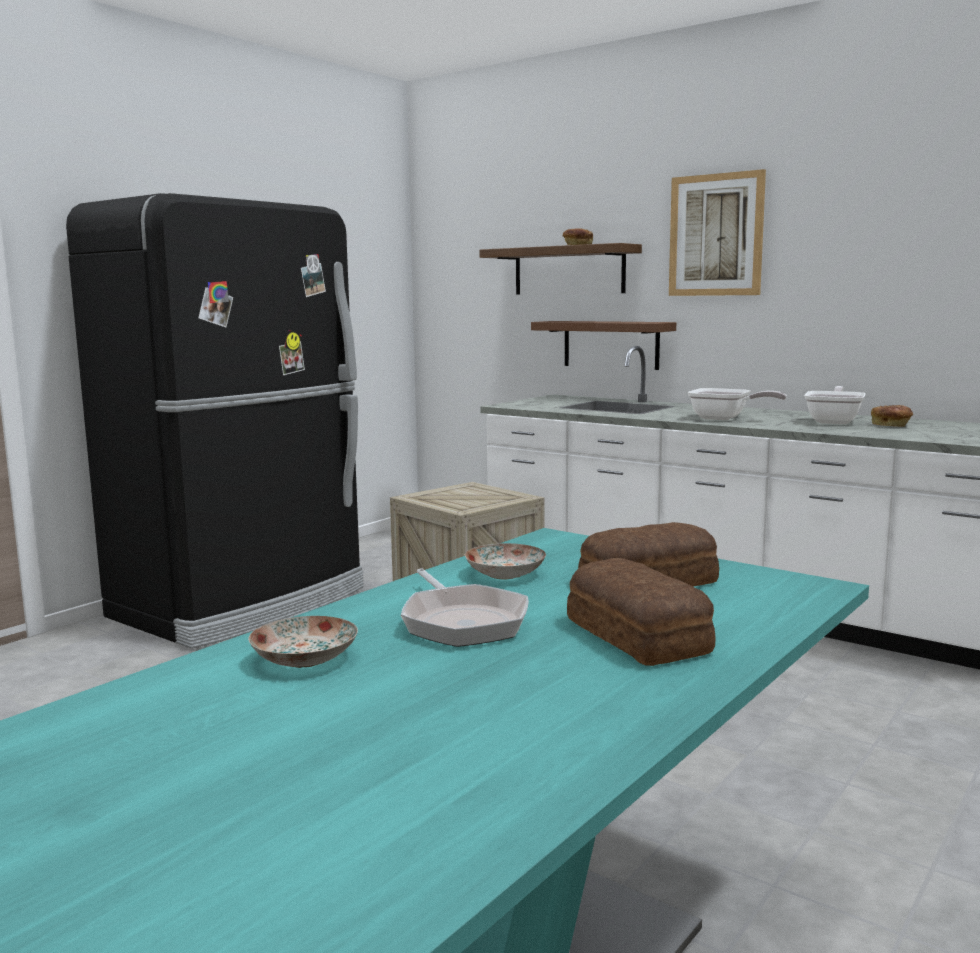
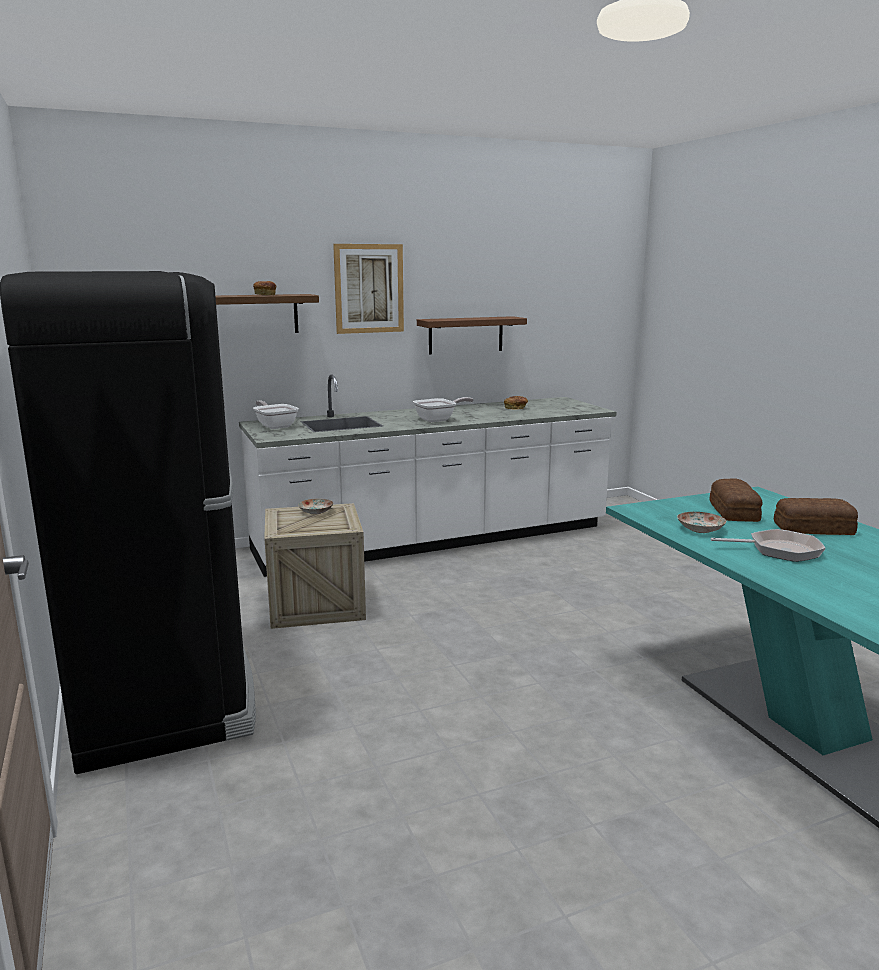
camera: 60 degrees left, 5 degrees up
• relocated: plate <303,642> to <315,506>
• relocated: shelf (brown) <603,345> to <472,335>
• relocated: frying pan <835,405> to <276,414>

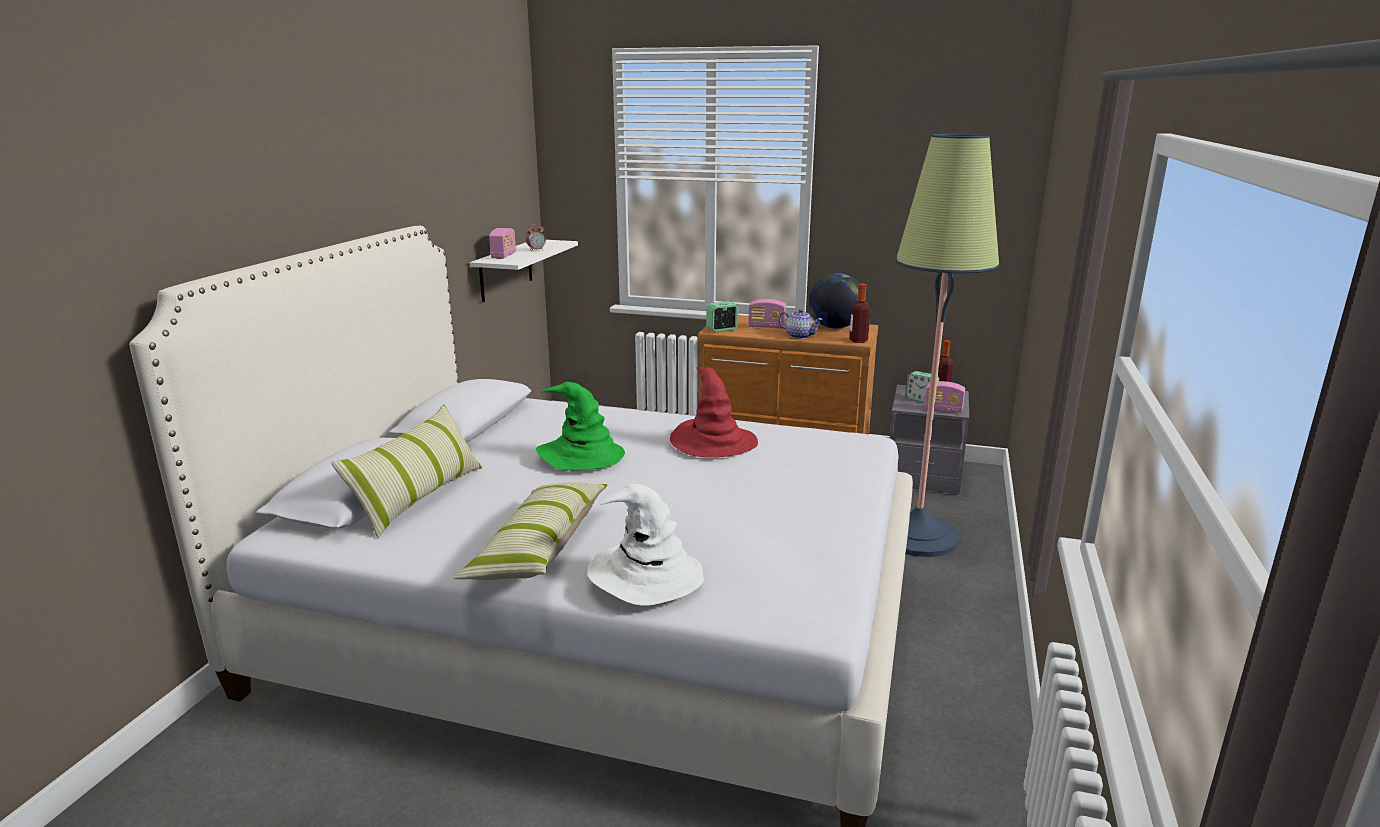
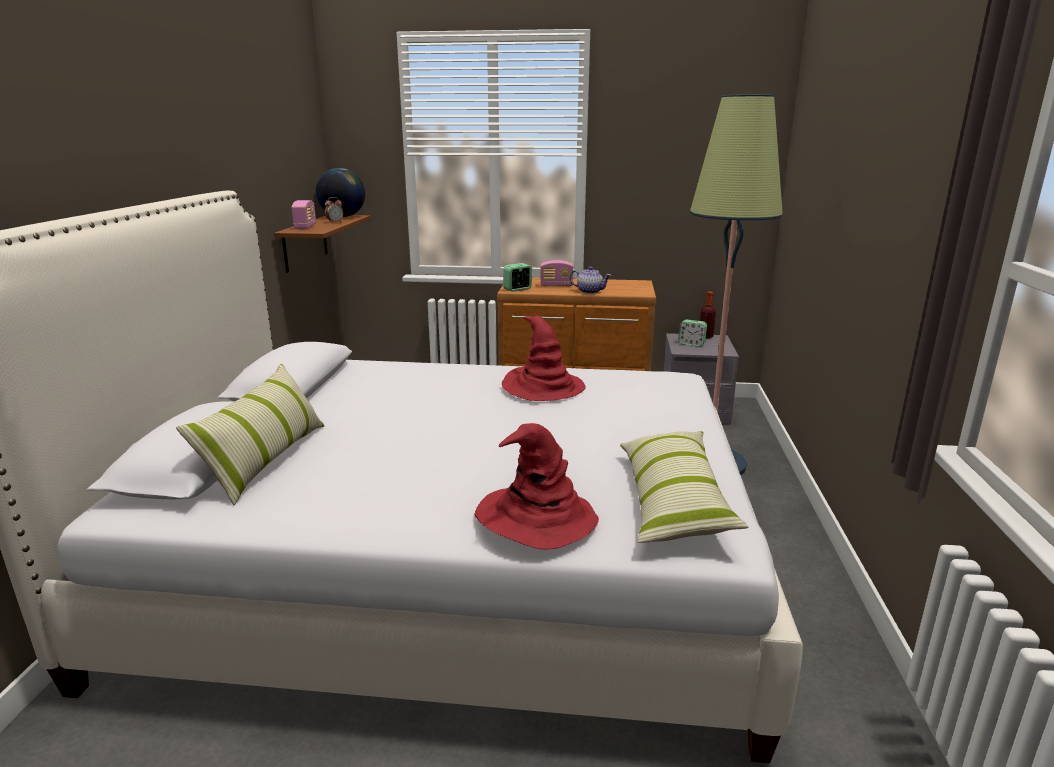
camera: 10 degrees left, 0 degrees up
• relocated: pillow <531,531> to <684,487>
• colour: shelf (white) <524,271> to shelf (brown) <322,244>
• missing: hat (green) <580,426>
• colour: hat (white) <645,545> to hat (red) <536,486>
• relocated: globe <834,301> to <340,192>
• missing: bottle <859,313>
• missing: radio <944,397>

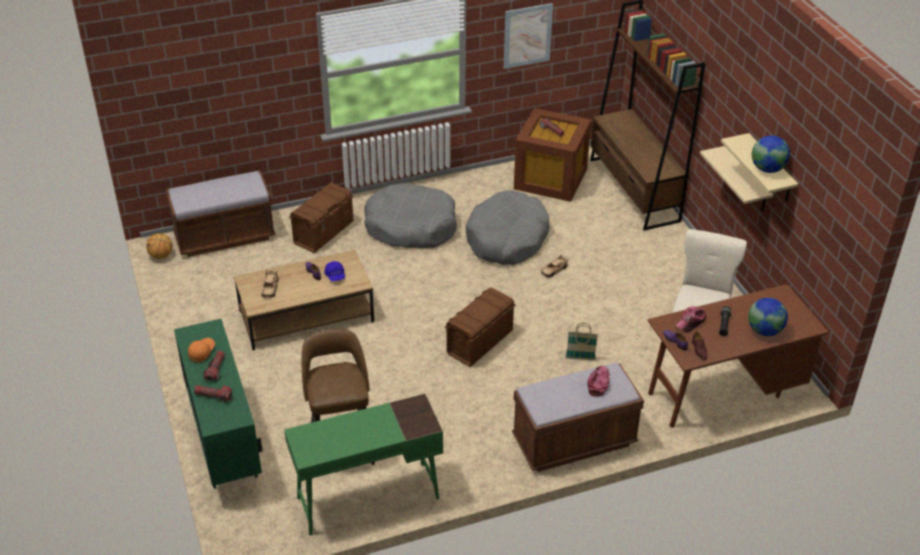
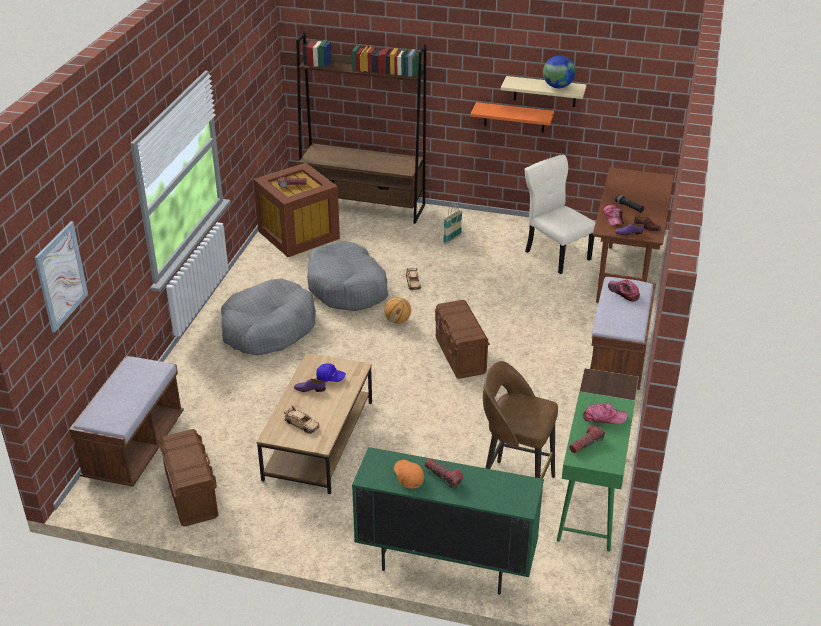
camera: 55 degrees left, 5 degrees down
• relocated: basketball <159,246> to <397,310>
• relocated: flashlight <213,394> to <587,439>
• relocated: storage box (brown) <321,218> to <188,478>
• relocated: picture <528,36> to <61,277>
• relocated: basket <582,341> to <452,224>
• colour: shelf (beige) <736,179> to shelf (orange) <512,117>
• missing: globe <768,317>
• appeared: cap <605,413>

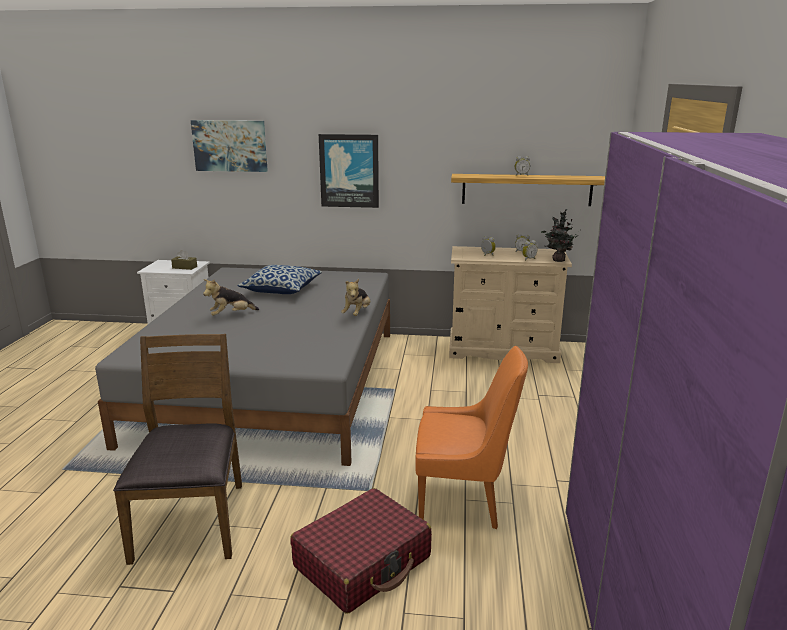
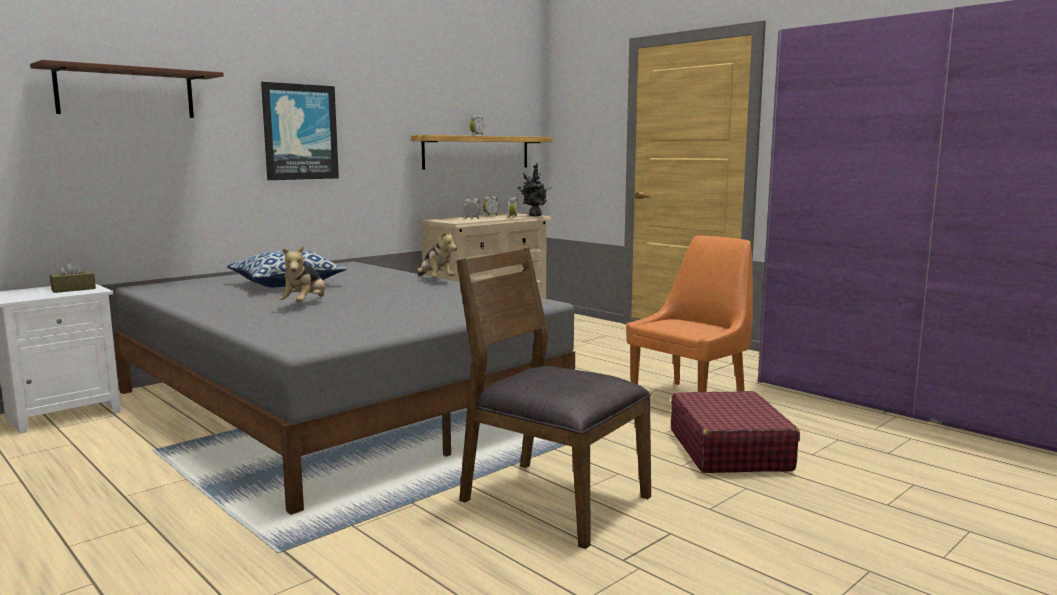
camera: 50 degrees left, 10 degrees down
• exchanged: picture <229,146> to shelf (brown) <127,89>

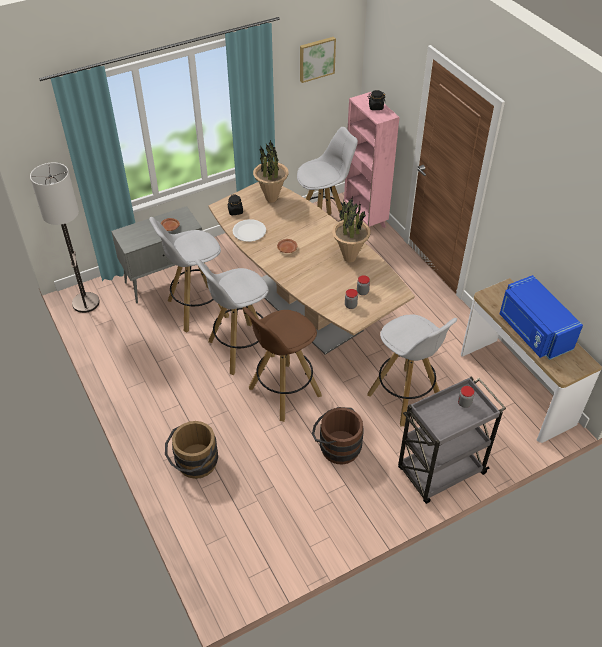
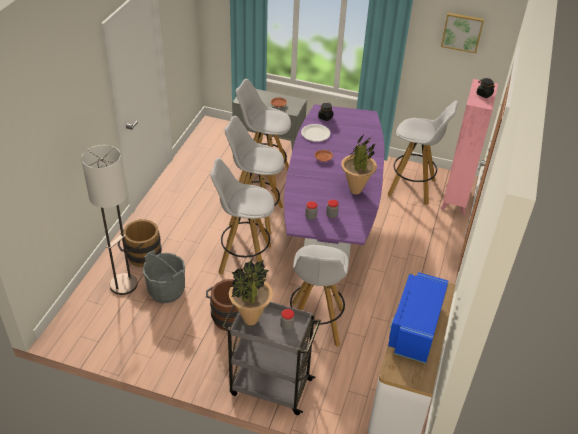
camera: 45 degrees right, 5 degrees down
• relocated: floor lamp <65,237> to <109,220>
• colour: dining table (brown) <311,268> to dining table (purple) <334,182>
• colour: stool (brown) <282,364> to stool (white) <242,218>
• relocated: potted plant <271,171> to <251,292>
• appeared: bucket (grey) <164,276>

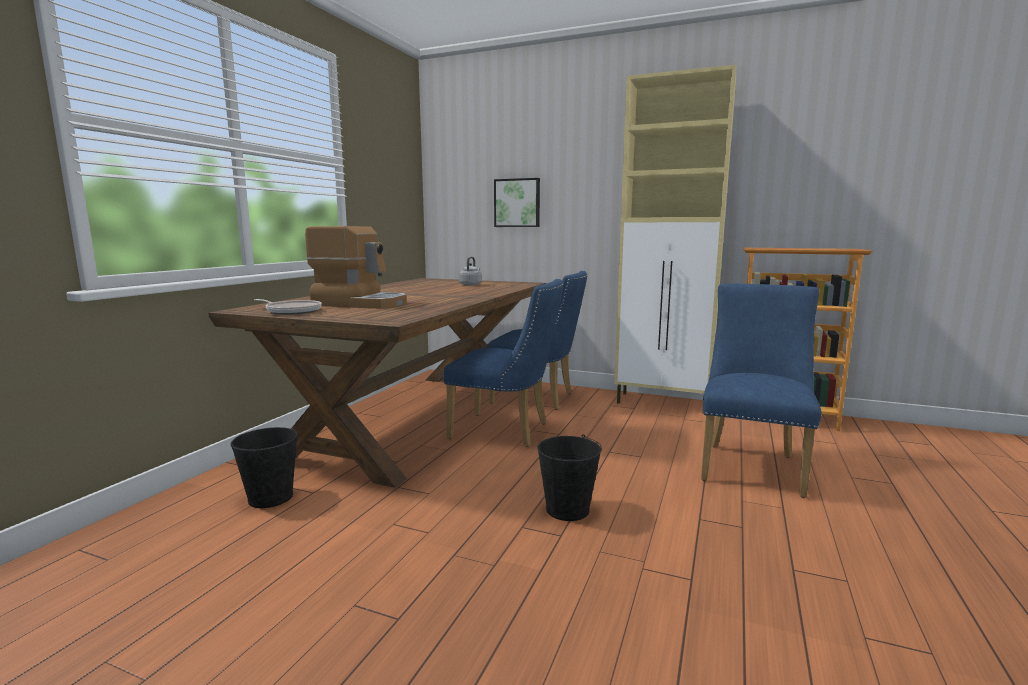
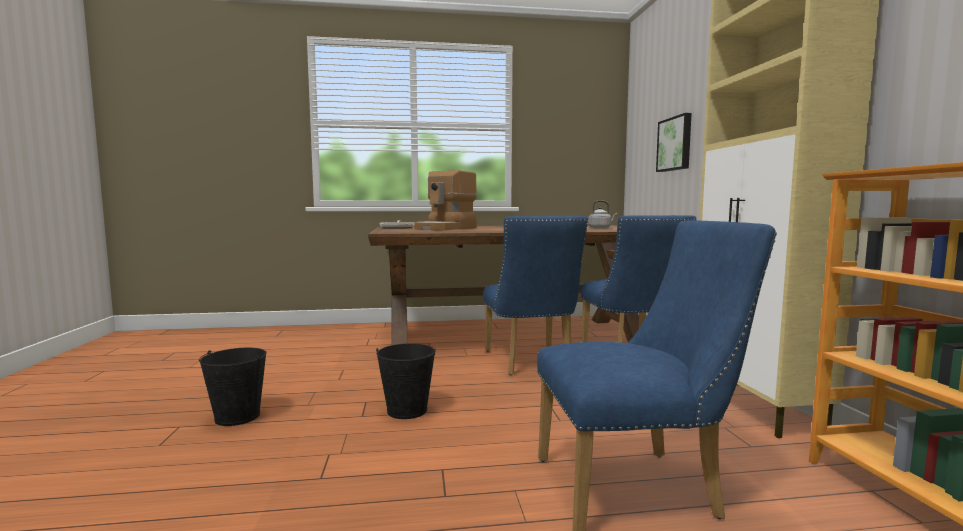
camera: 60 degrees right, 5 degrees down
• relocated: bucket (black) <264,467> to <232,387>
• spun: coffee machine <356,267> = <445,200> 45 degrees clockwise

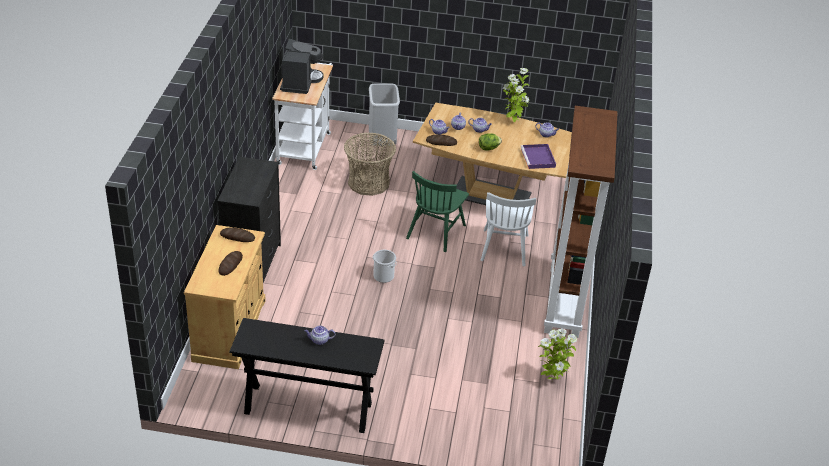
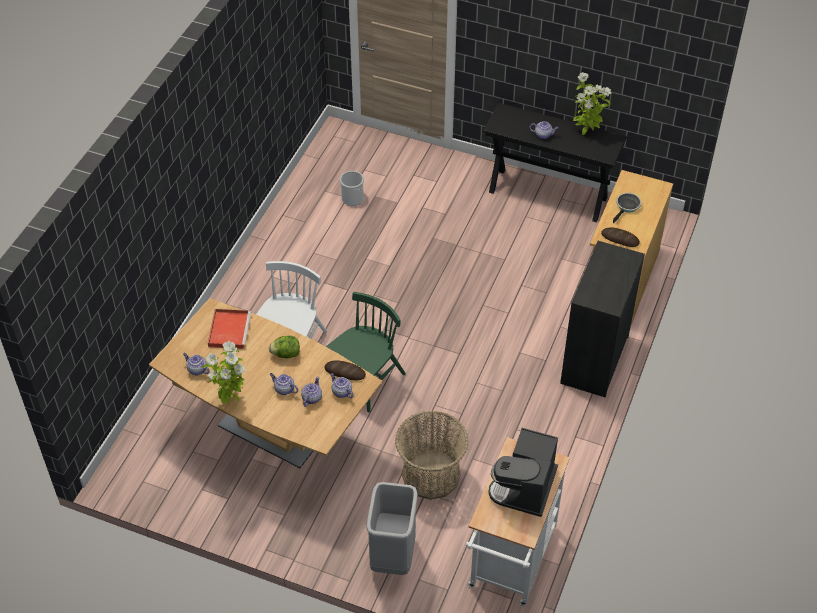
camera: 165 degrees left, 10 degrees up
• exchanged: bread <231,263> to frying pan <627,208>
• relocated: bucket <385,266> to <352,188>
• colour: tray (purple) <538,156> to tray (red) <229,329>
• relocated: potted plant <557,355> to <592,103>
• missing: bookcase (brown) <581,222>

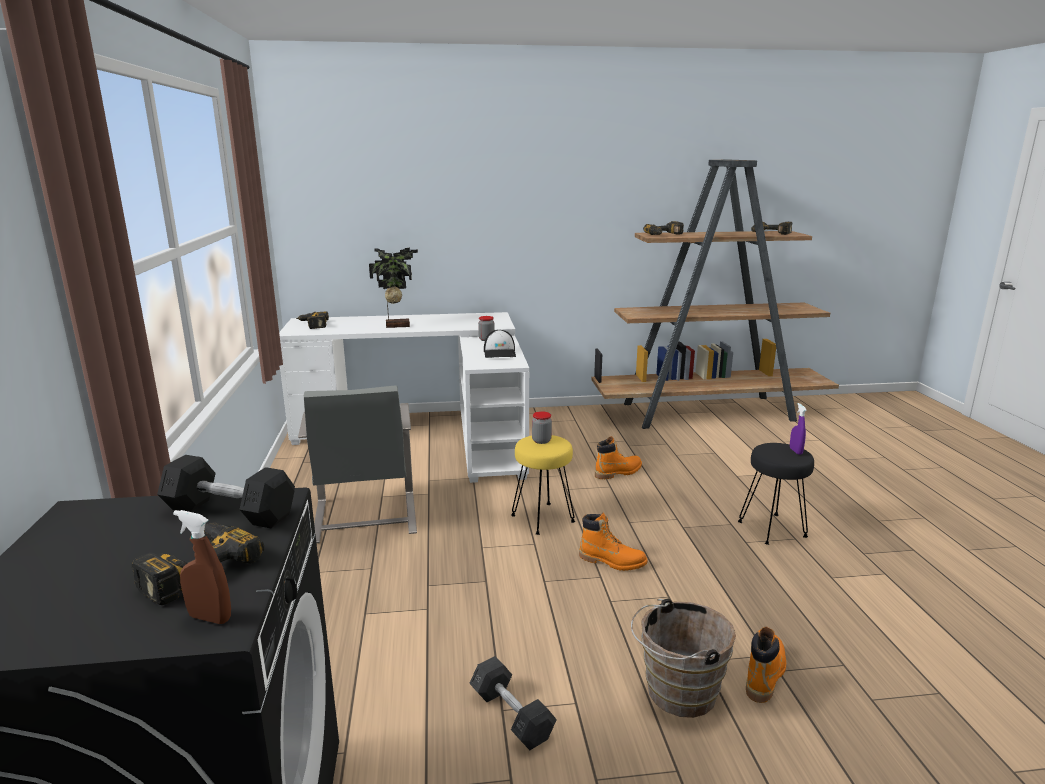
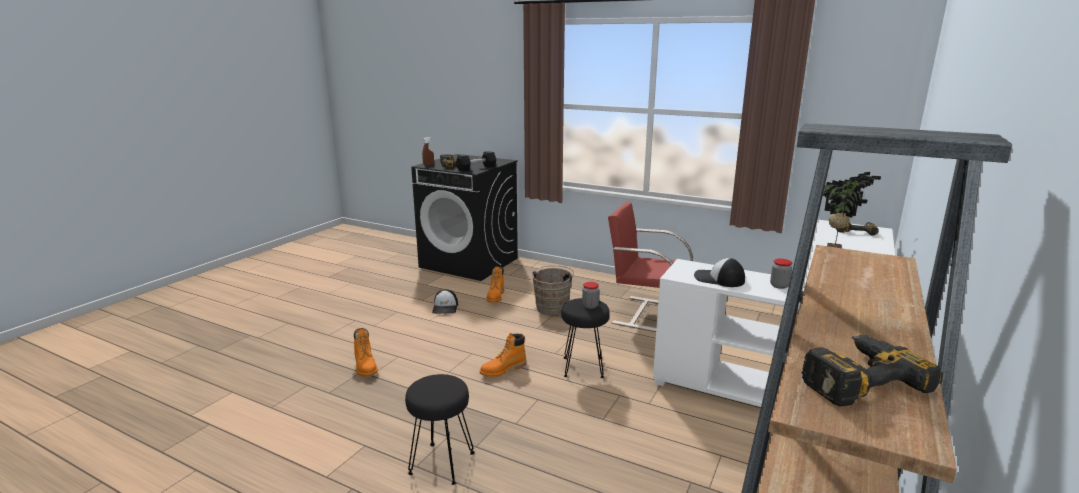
camera: 125 degrees right, 0 degrees up
• colour: chair (grey) <357,464> to chair (red) <650,267>
• exchanged: dumbbell (grey) <513,703> to cap <445,301>
• colour: stool (yellow) <543,485> to stool (black) <585,338>
• relocated: boot (orange) <618,457> to <495,284>
• relocated: bucket (brown) <683,658> to <553,290>
• missing: power drill <663,228>
• missing: spray bottle (purple) <798,429>

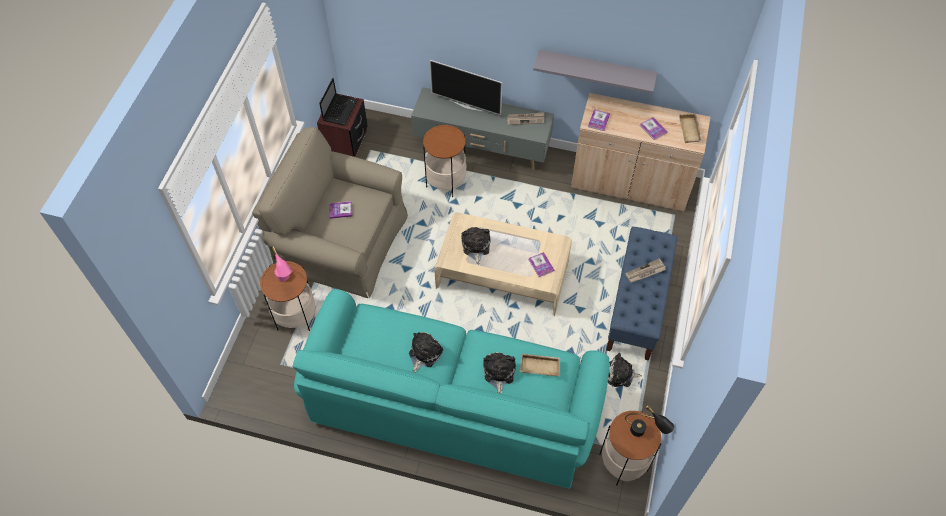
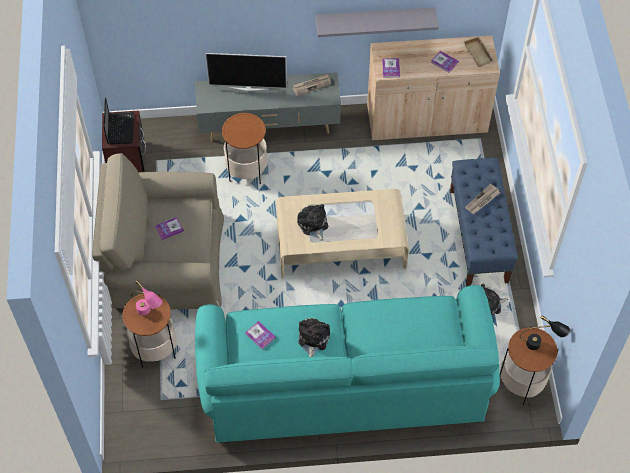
camera: 20 degrees left, 0 degrees up
• missing: plush toy <499,373>
• missing: tray (beige) <540,365>
• relocated: book <541,264> to <260,335>

